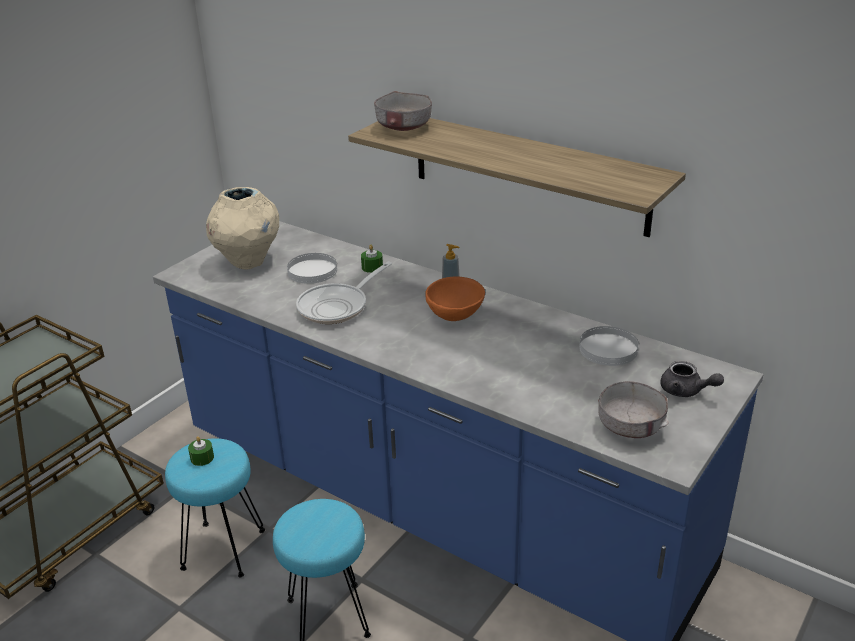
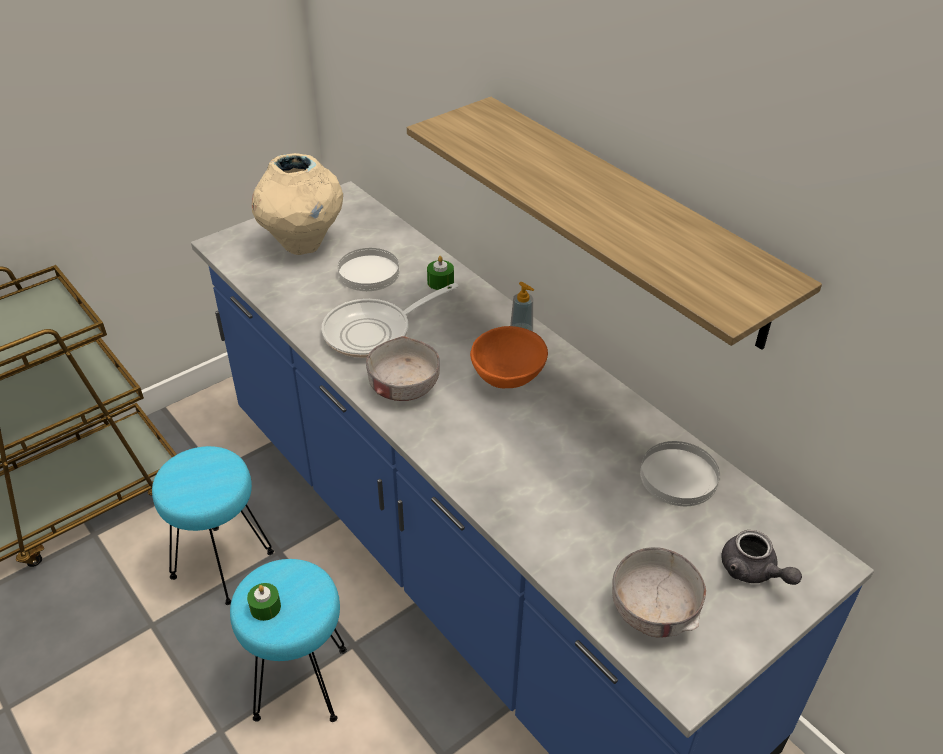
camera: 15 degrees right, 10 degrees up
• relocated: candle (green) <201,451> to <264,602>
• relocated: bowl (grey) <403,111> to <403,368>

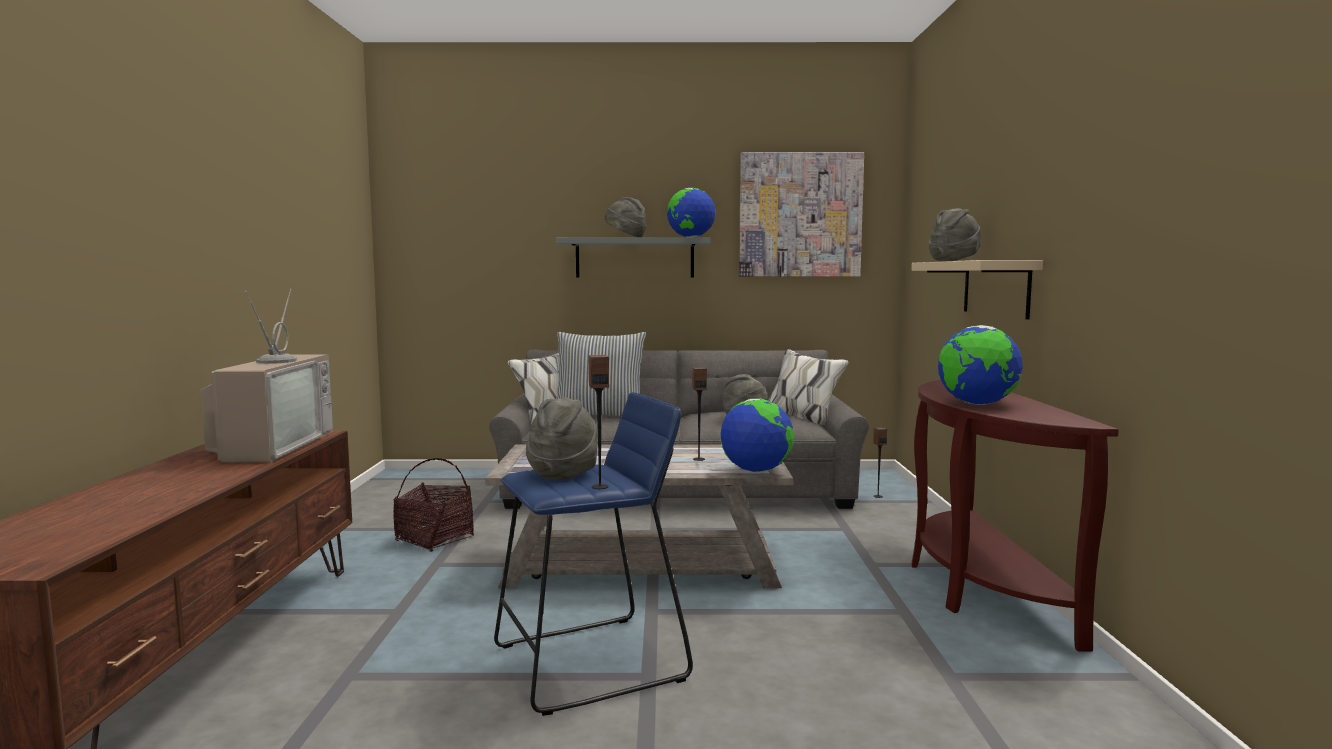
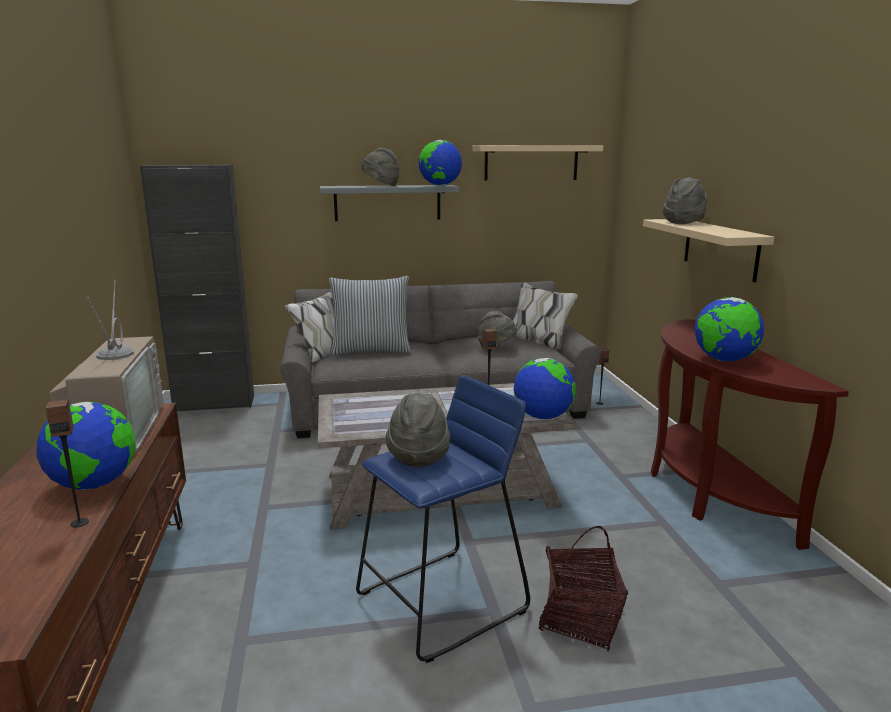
camera: 10 degrees left, 10 degrees up
• relocated: basket <433,505> to <583,588>
• relocated: speaker <599,422> to <67,463>
• exchanged: picture <801,214> to shelf (beige) <537,163>
• appeared: globe <85,446>
• appeared: cabinet (black) <197,288>

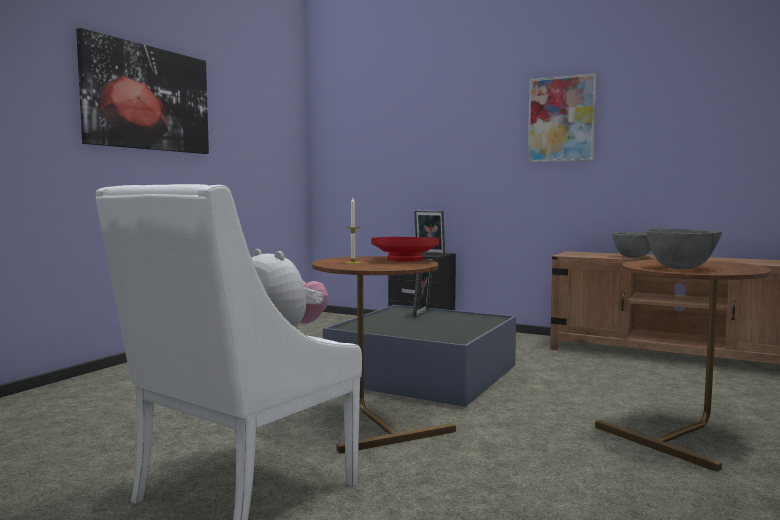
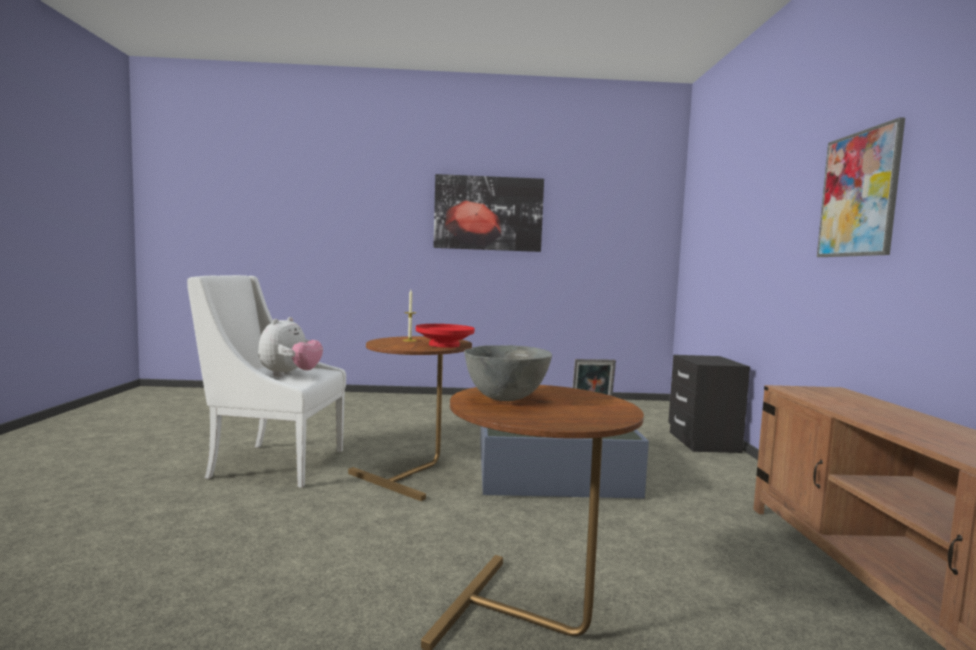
camera: 60 degrees right, 0 degrees up
• missing: picture frame <429,232>
• missing: bowl (grey) <631,245>

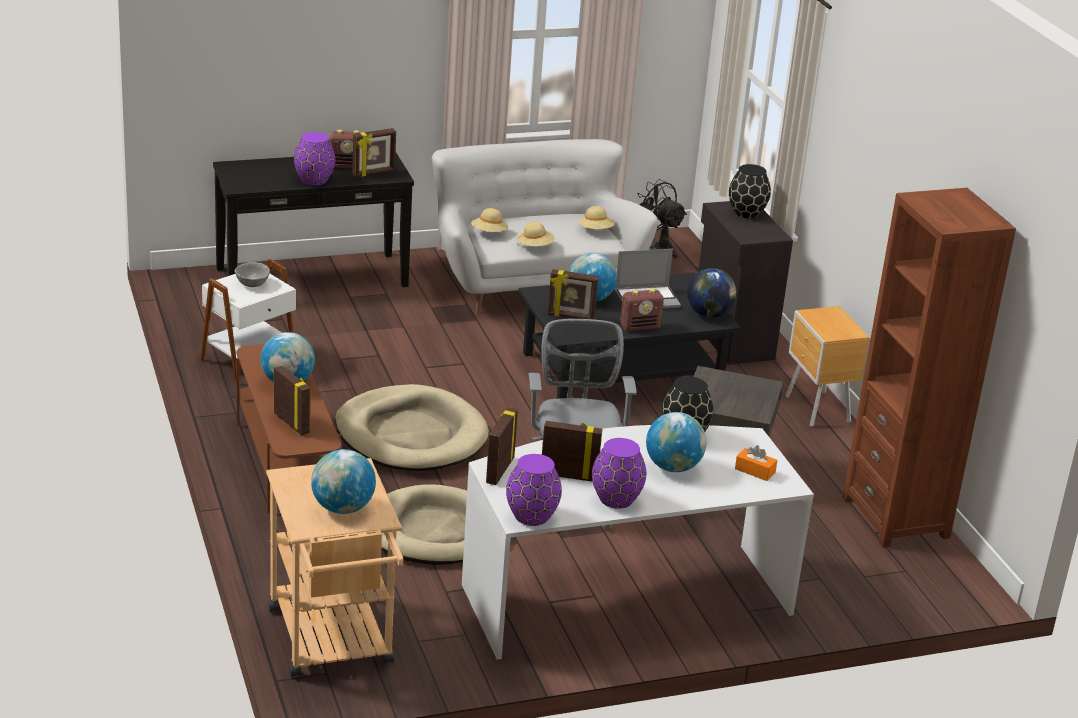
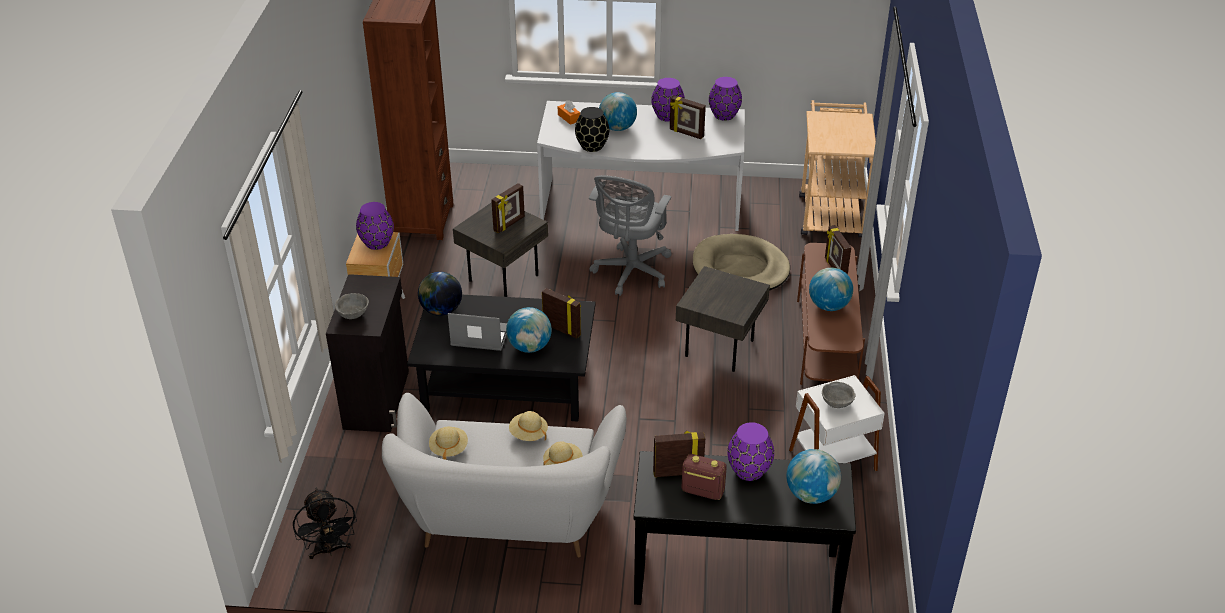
camera: 155 degrees left, 10 degrees up
• relocated: globe <343,481> to <813,476>
• exchanged: dog bed (beige) <412,427> to side table (grey) <723,319>
• relocated: picture frame <502,446> to <508,208>
• missing: radio <642,310>
• exchanged: vase (black) <750,191> to bowl (grey) <352,306>
• appeared: vase (purple) <375,226>

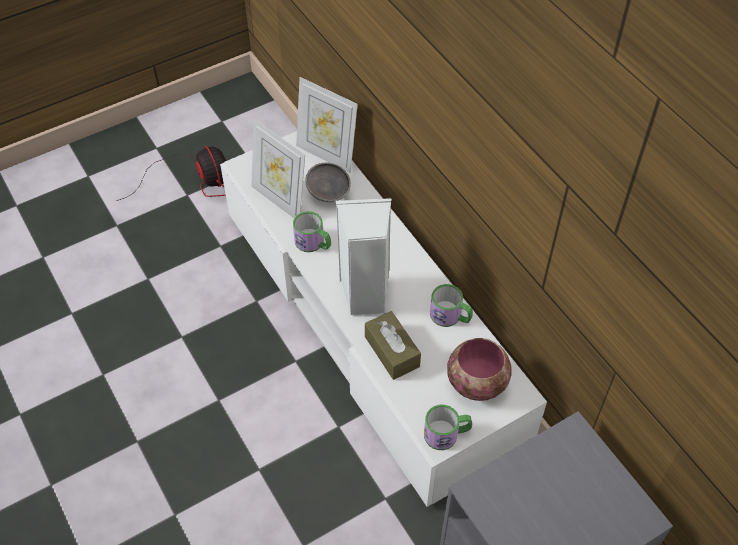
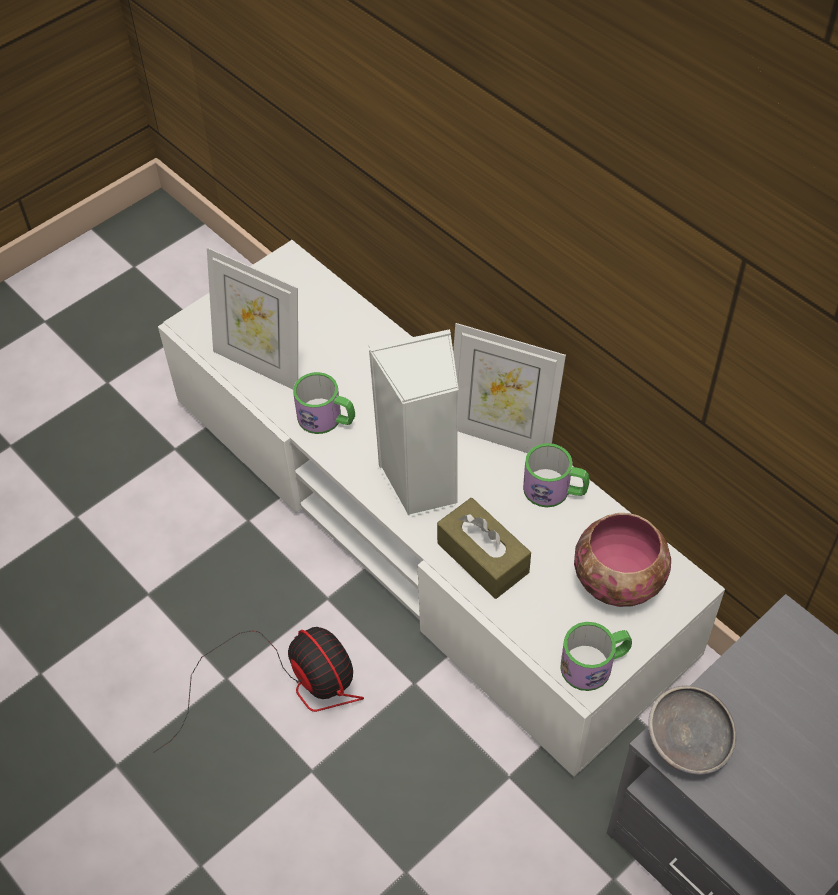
camera: 10 degrees left, 0 degrees up
• relocated: fan <171,173> to <258,690>
• relocated: picture frame <327,125> to <509,388>
• relocated: bowl (grey) <328,182> to <692,730>

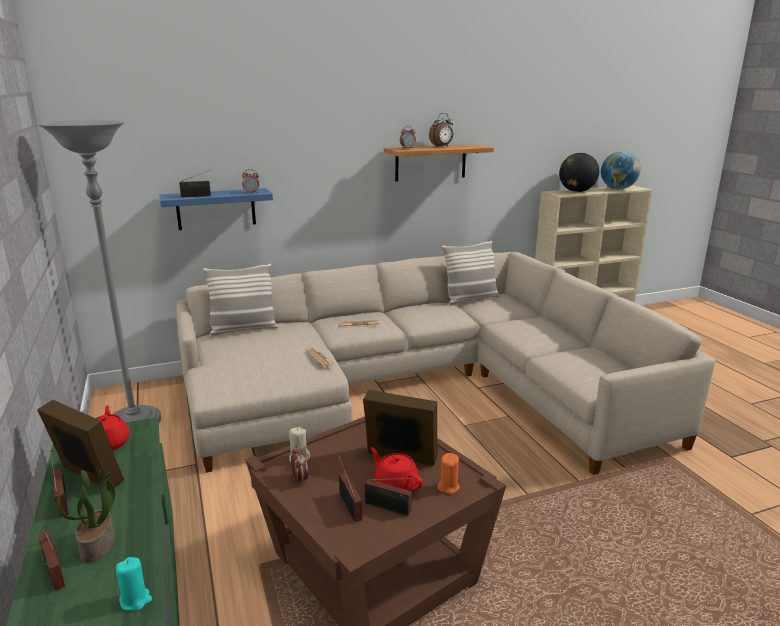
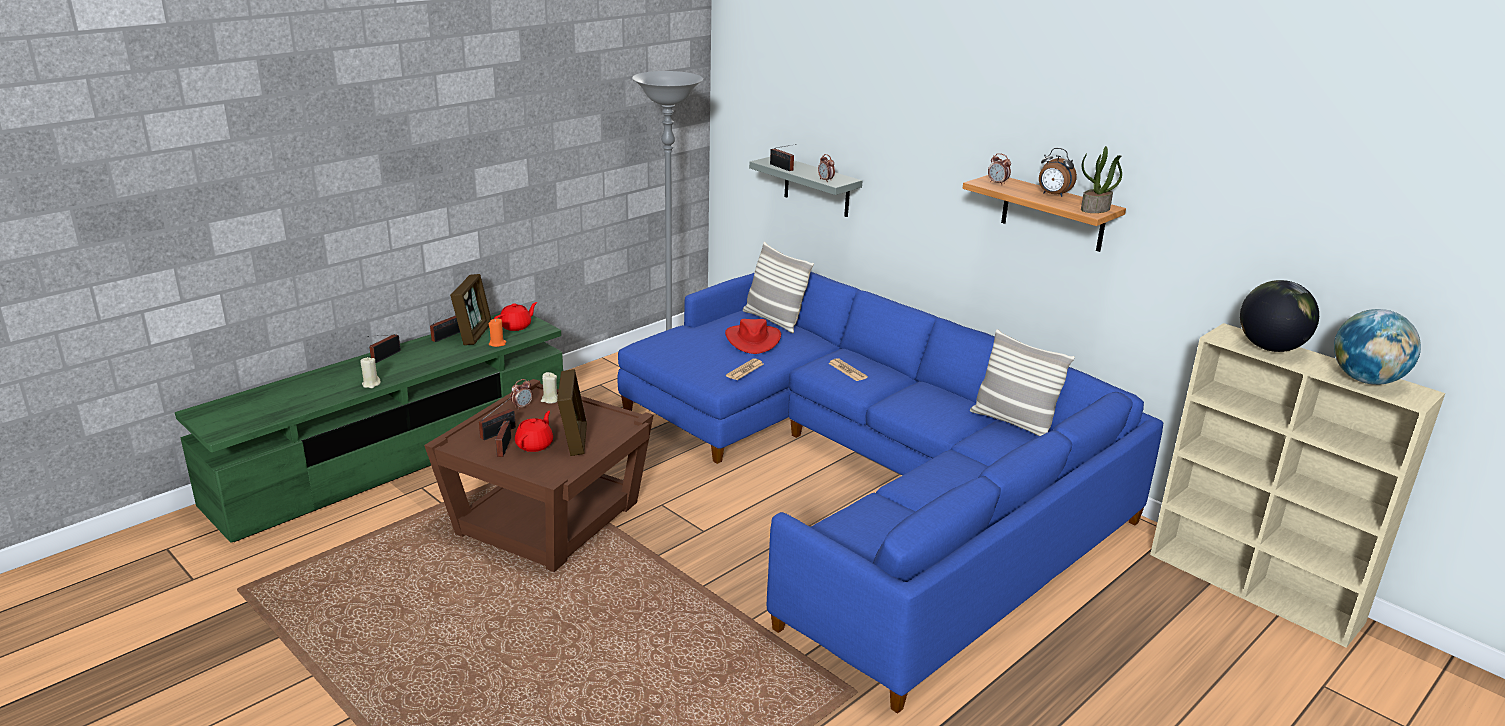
camera: 65 degrees right, 5 degrees up
• relocated: potted plant <86,516> to <1101,179>
• colour: candle (turquoise) <134,584> to candle (beige) <370,372>
• colour: shelf (blue) <216,209> to shelf (grey) <805,187>
• colour: sofa (beige) <446,363> to sofa (blue) <890,493>
• relocated: candle (orange) <448,473> to <497,332>
• appeared: hat (red) <753,336>

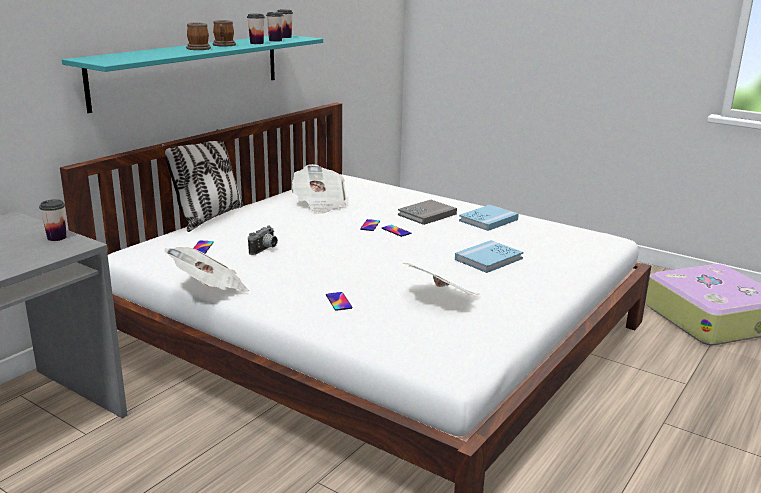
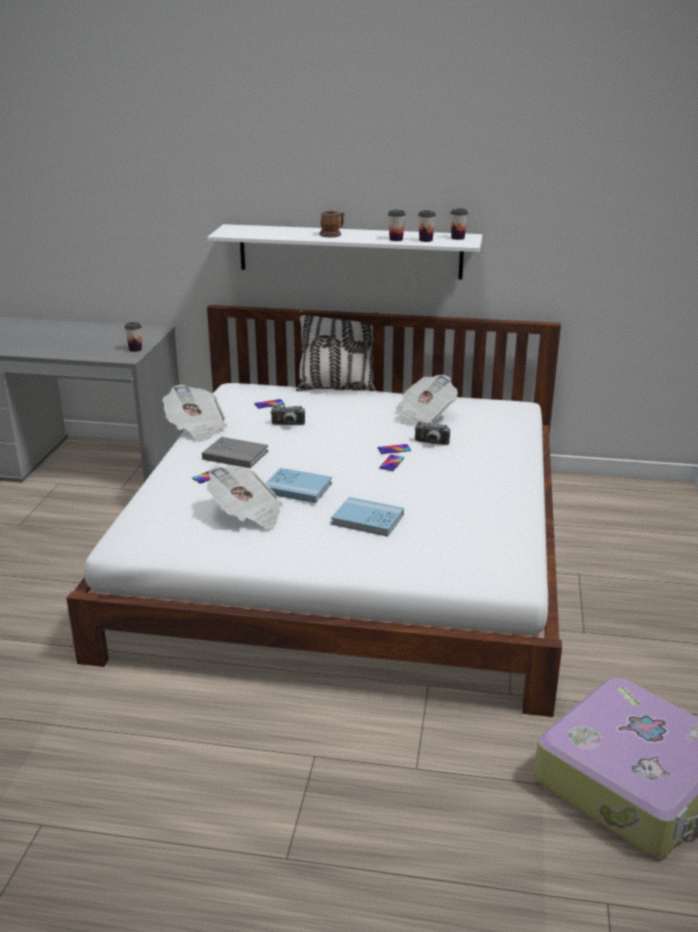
camera: 65 degrees right, 5 degrees up
• colour: shelf (turquoise) <192,74> to shelf (white) <344,252>
• missing: mug <224,33>
• relocated: book (grey) <427,212> to <235,452>
• relocated: book (blue) <489,218> to <299,485>
• appeared: photo camera <432,433>

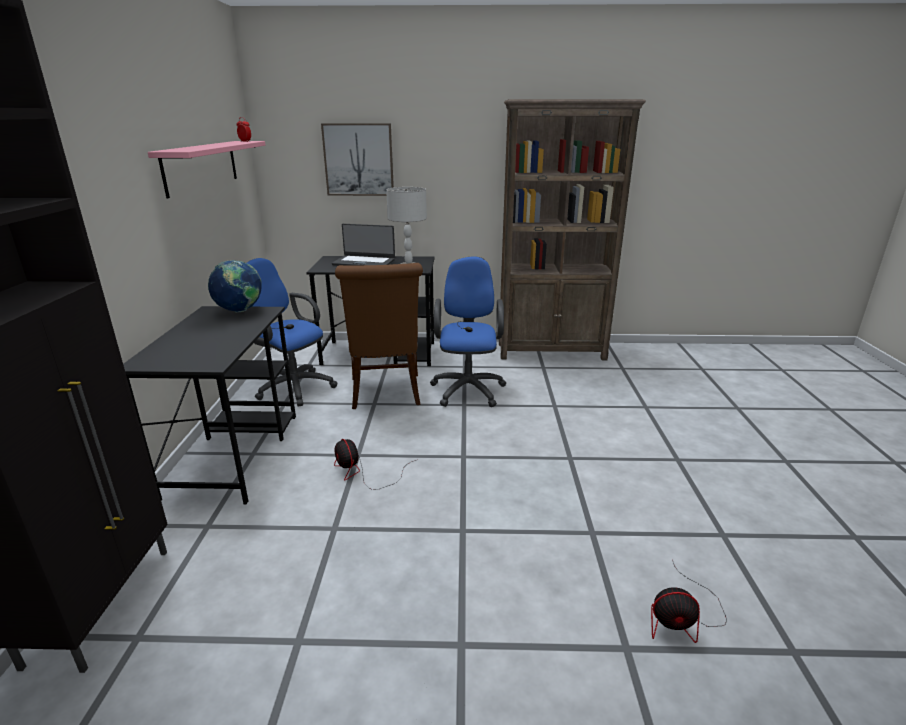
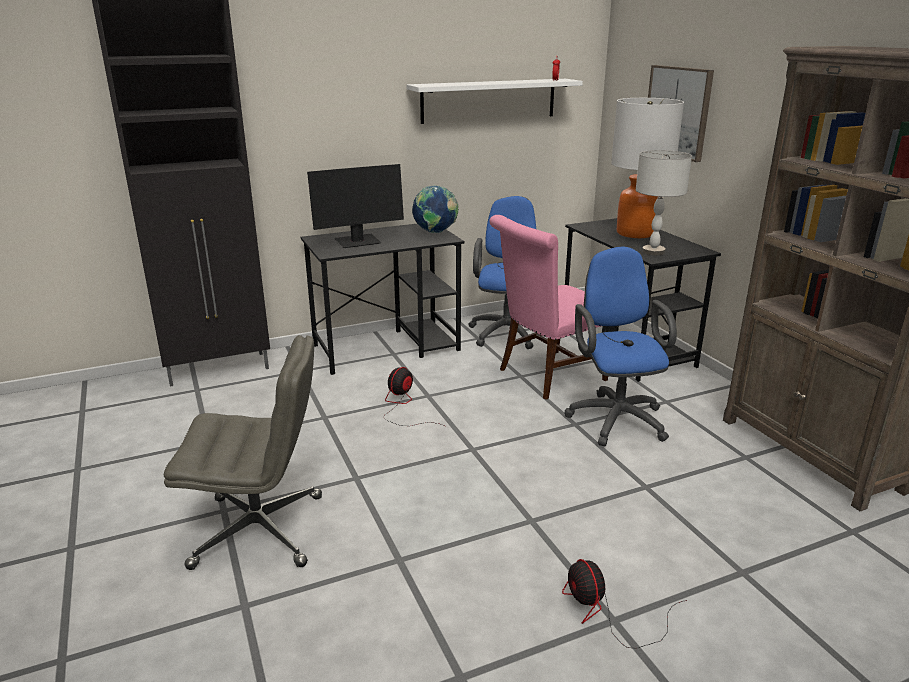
camera: 65 degrees right, 0 degrees up
• colour: shelf (pink) <206,169> to shelf (white) <494,101>
• exchanged: laptop <363,245> to table lamp <647,168>
• colour: chair (brown) <379,336> to chair (pink) <548,307>
• spun: office chair (blue) <468,331> = <621,347> 75 degrees counterclockwise
• relocated: fan <689,601> to <624,604>
• appeared: office chair (grey) <243,452>
• appeared: monitor <355,206>

